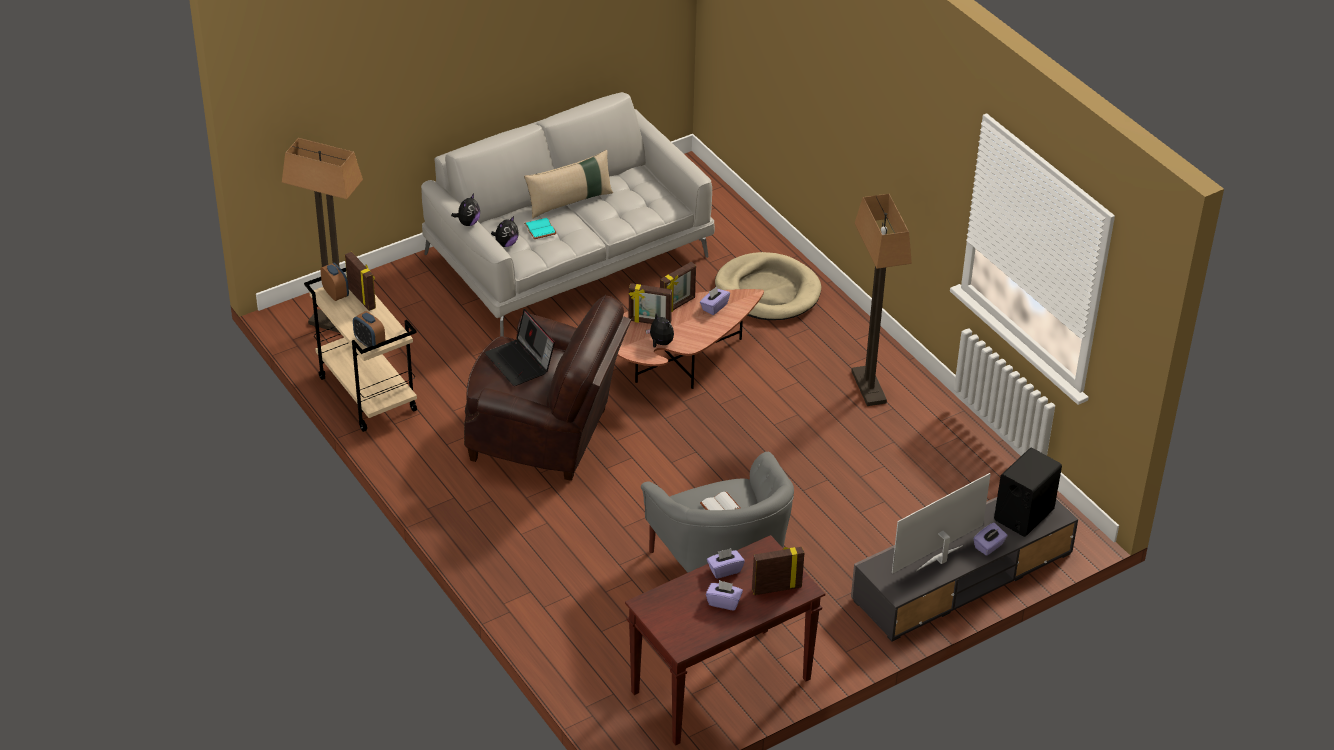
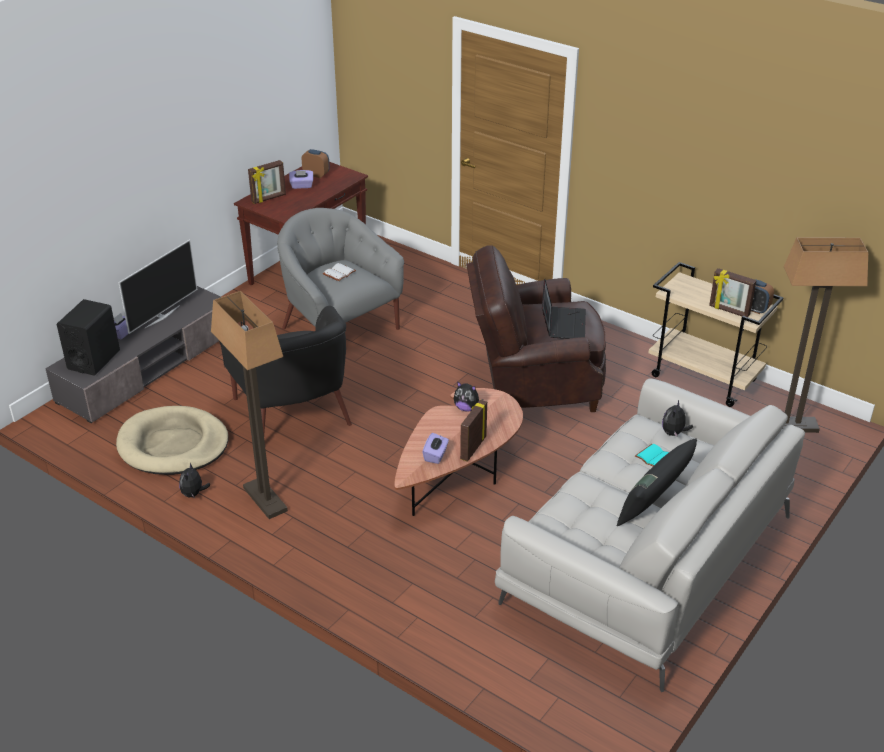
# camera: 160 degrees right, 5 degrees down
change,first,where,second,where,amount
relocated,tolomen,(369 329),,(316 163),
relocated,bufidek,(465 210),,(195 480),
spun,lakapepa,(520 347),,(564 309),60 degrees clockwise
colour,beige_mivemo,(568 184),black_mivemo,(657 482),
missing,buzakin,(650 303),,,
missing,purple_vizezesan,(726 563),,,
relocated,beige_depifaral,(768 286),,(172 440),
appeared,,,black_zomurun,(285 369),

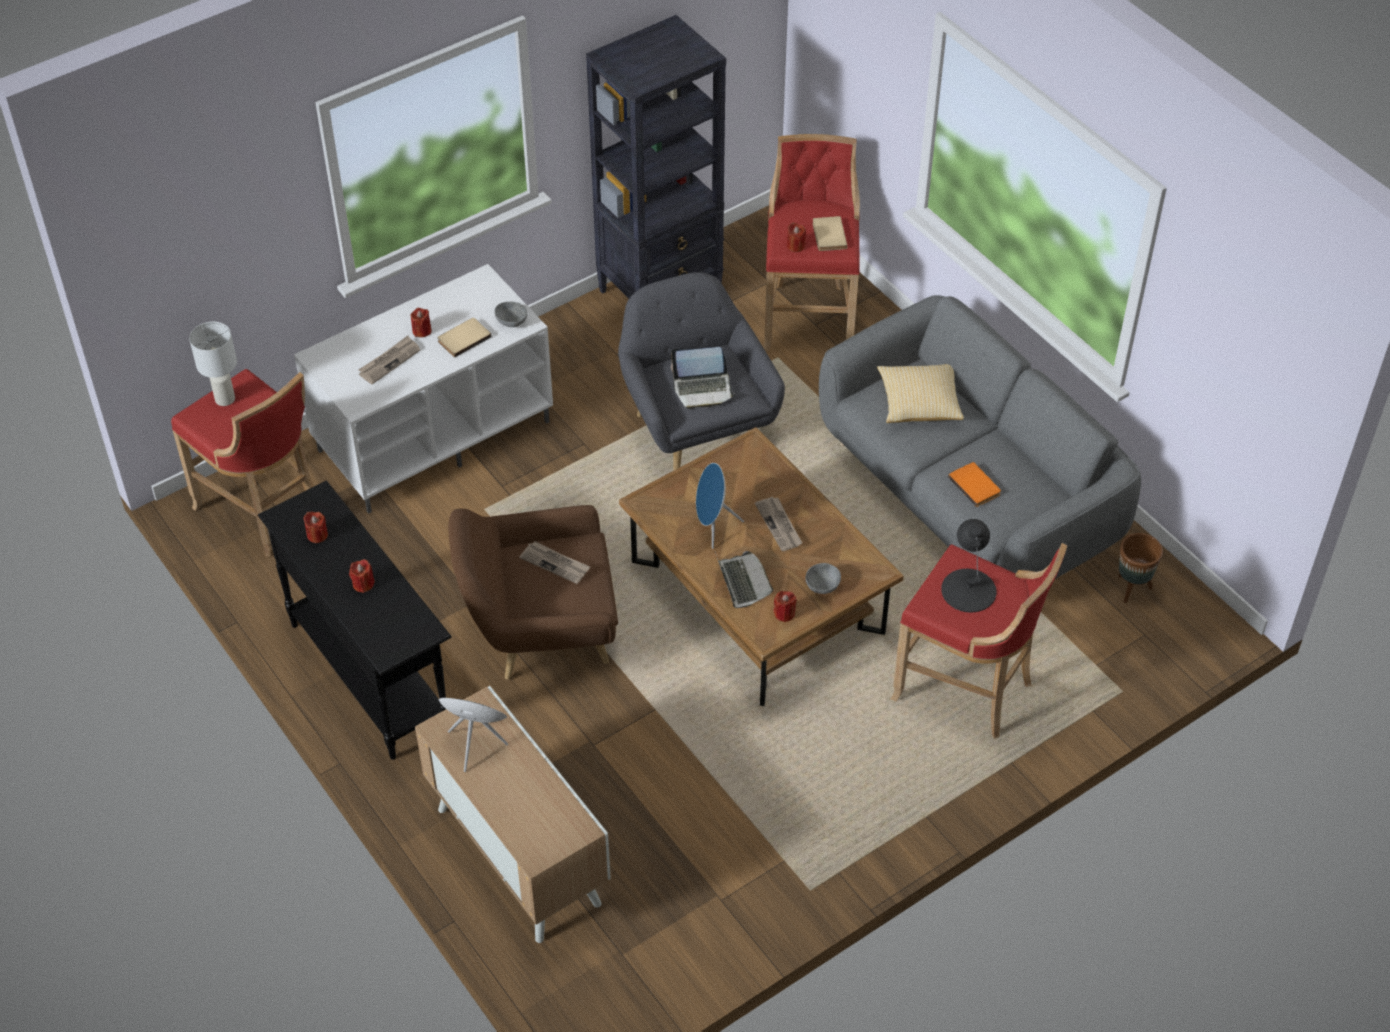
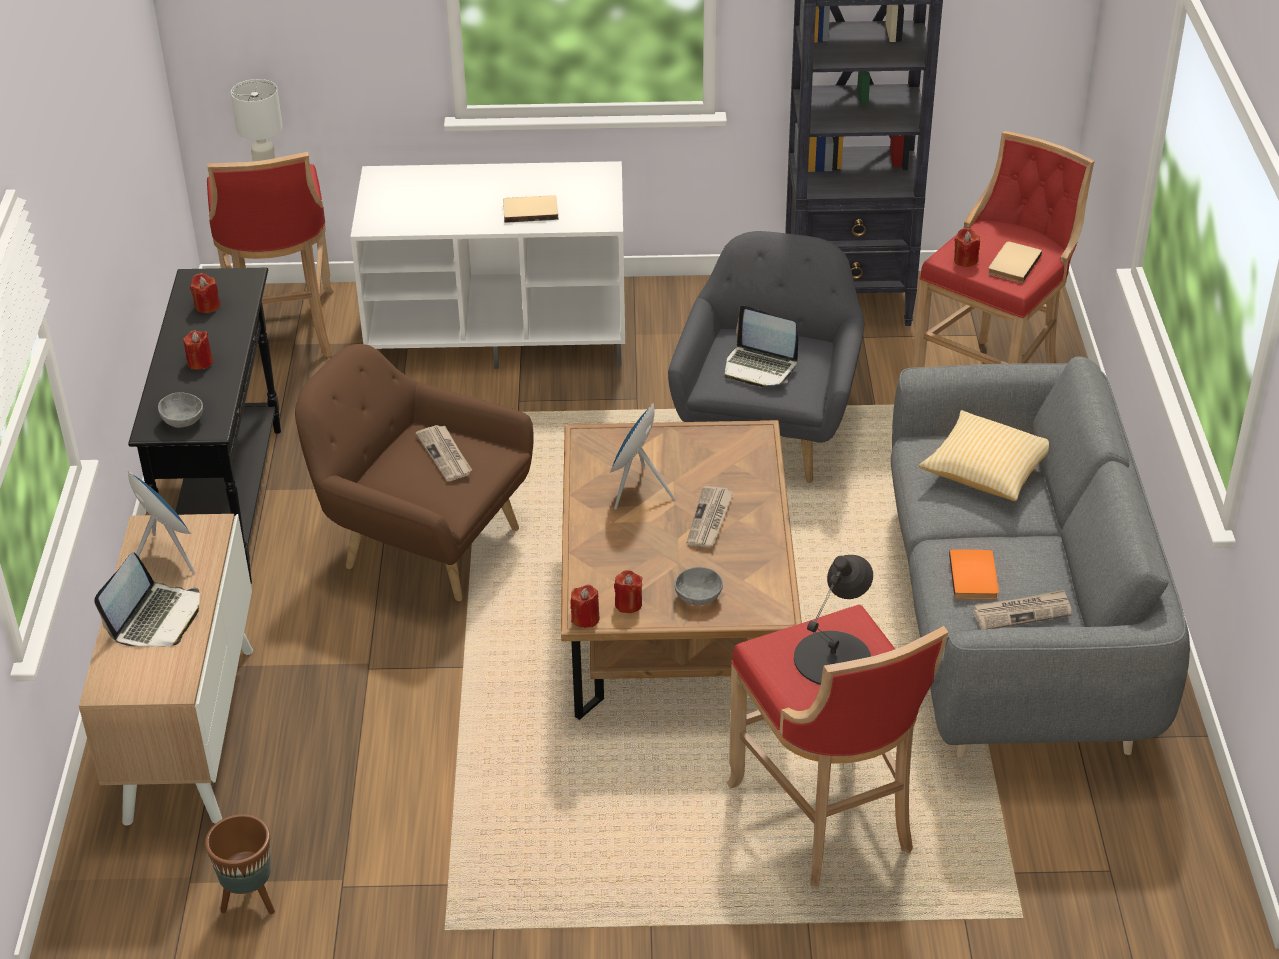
# camera: 35 degrees right, 10 degrees down
change,first,where,second,where,amount
relocated,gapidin,(389 360),,(1022 610),
relocated,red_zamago,(421 322),,(584 606),
relocated,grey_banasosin,(511 314),,(180 410),
relocated,lakapepa,(744 579),,(147 599),
relocated,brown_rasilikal,(1140 568),,(240 864),

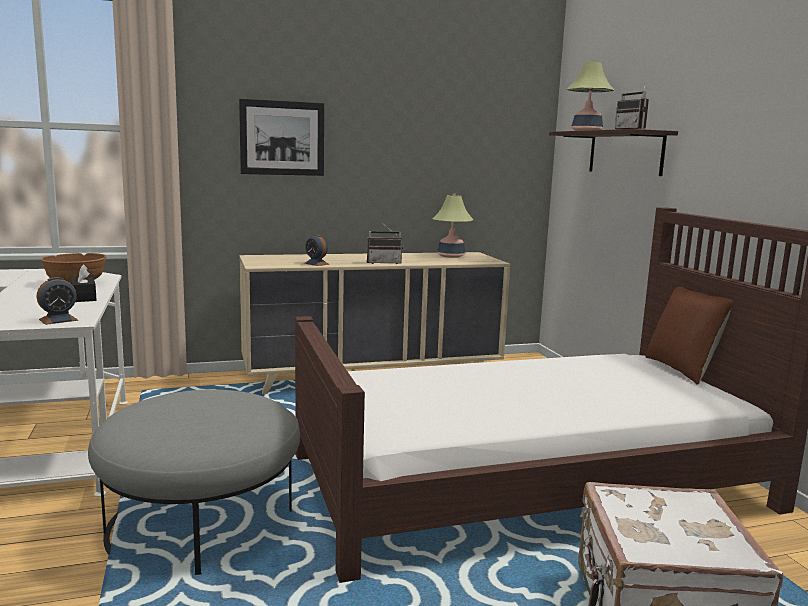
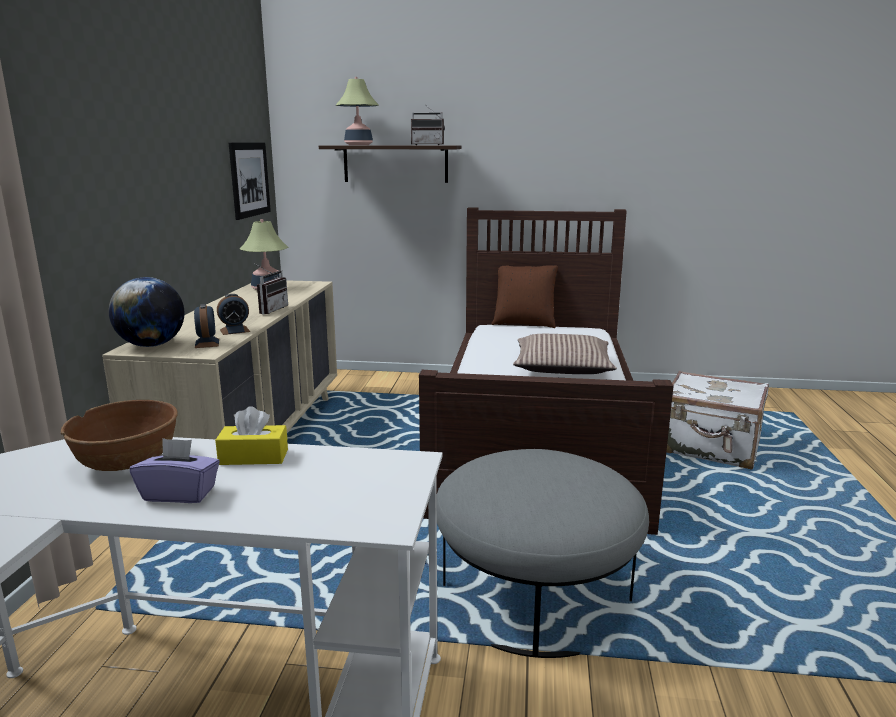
# camera: 65 degrees left, 5 degrees up
change,first,where,second,where,amount
relocated,tolomen,(58 301),,(206 326),
colour,black_vizezesan,(84 283),yellow_vizezesan,(251 435),
relocated,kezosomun,(281 137),,(250 181),
appeared,,,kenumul,(146 312),
appeared,,,purple_vizezesan,(175 470),
appeared,,,mivemo,(565 354),

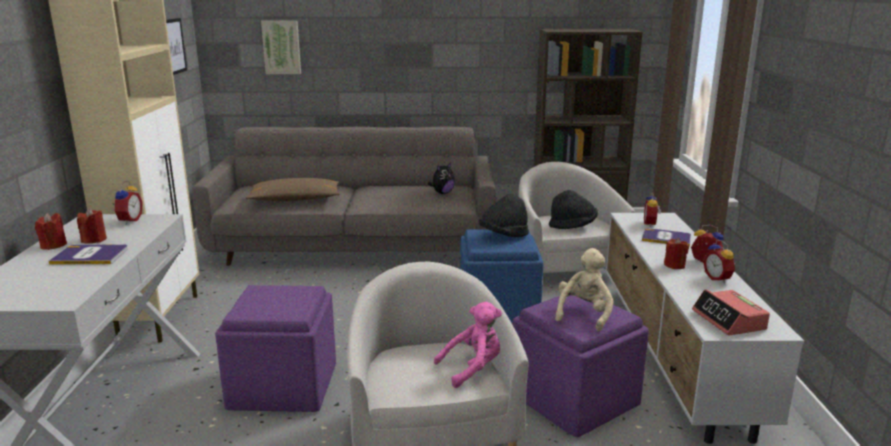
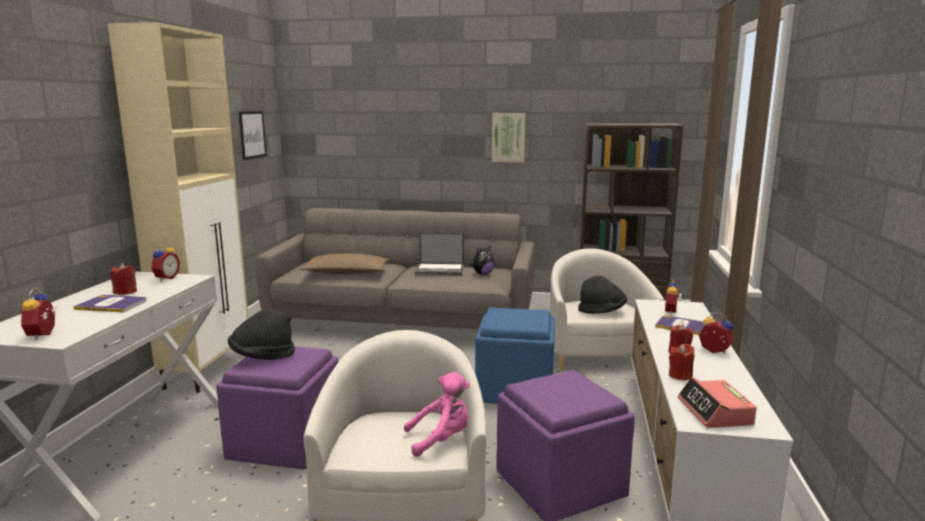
# camera: 10 degrees right, 5 degrees down
change,first,where,second,where,amount
relocated,red_zamago,(51 231),,(681 362),
relocated,kezosomun,(281 47),,(509 137),
relocated,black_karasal,(504 215),,(261 334),
missing,beige_bufidek,(584 290),,,
relocated,tolomen,(719 261),,(39 314),
appeared,,,lakapepa,(439 253),

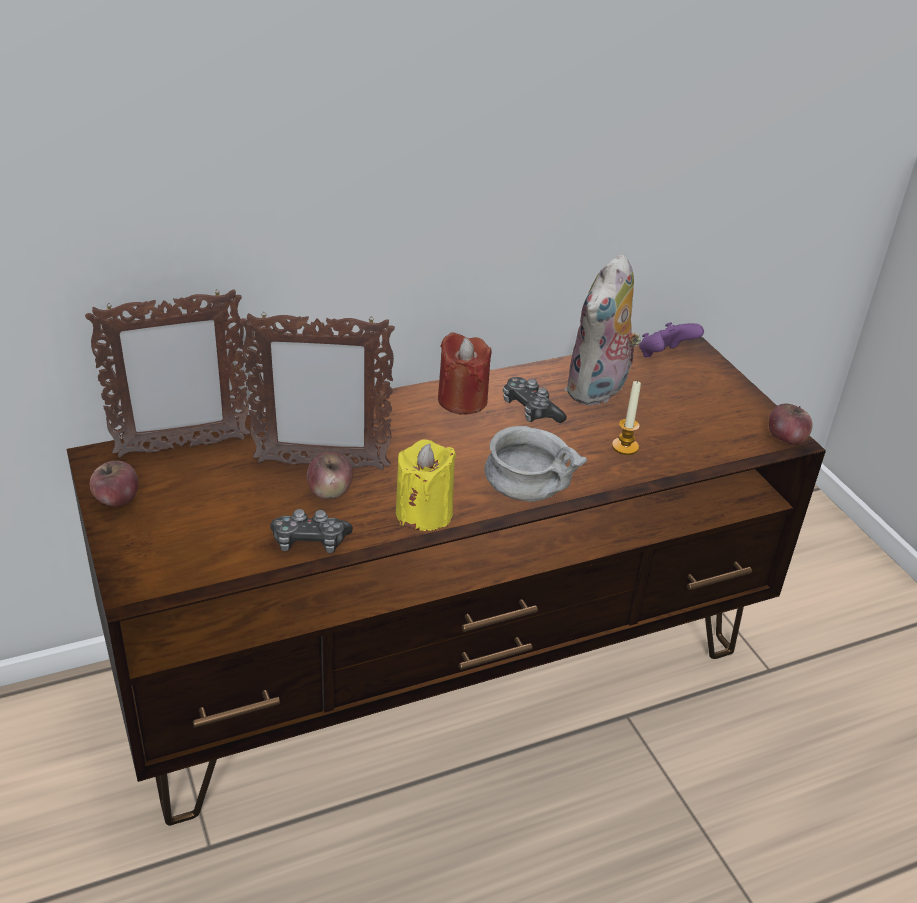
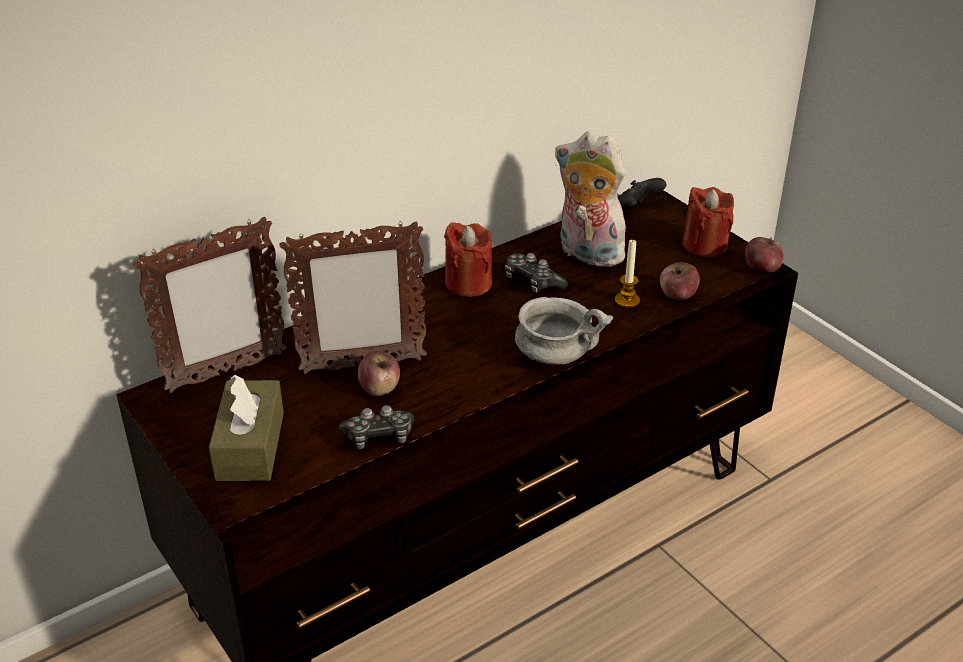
# camera: 10 degrees left, 0 degrees up
change,first,where,second,where,amount
relocated,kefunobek,(113 483),,(680 281),
missing,yellow_zamago,(426 485),,,
spun,bufidek,(604 329),,(590 199),105 degrees clockwise
colour,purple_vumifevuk,(671 339),black_vumifevuk,(641 195),
appeared,,,brown_vizezesan,(246 428),
appeared,,,red_zamago,(708 222),

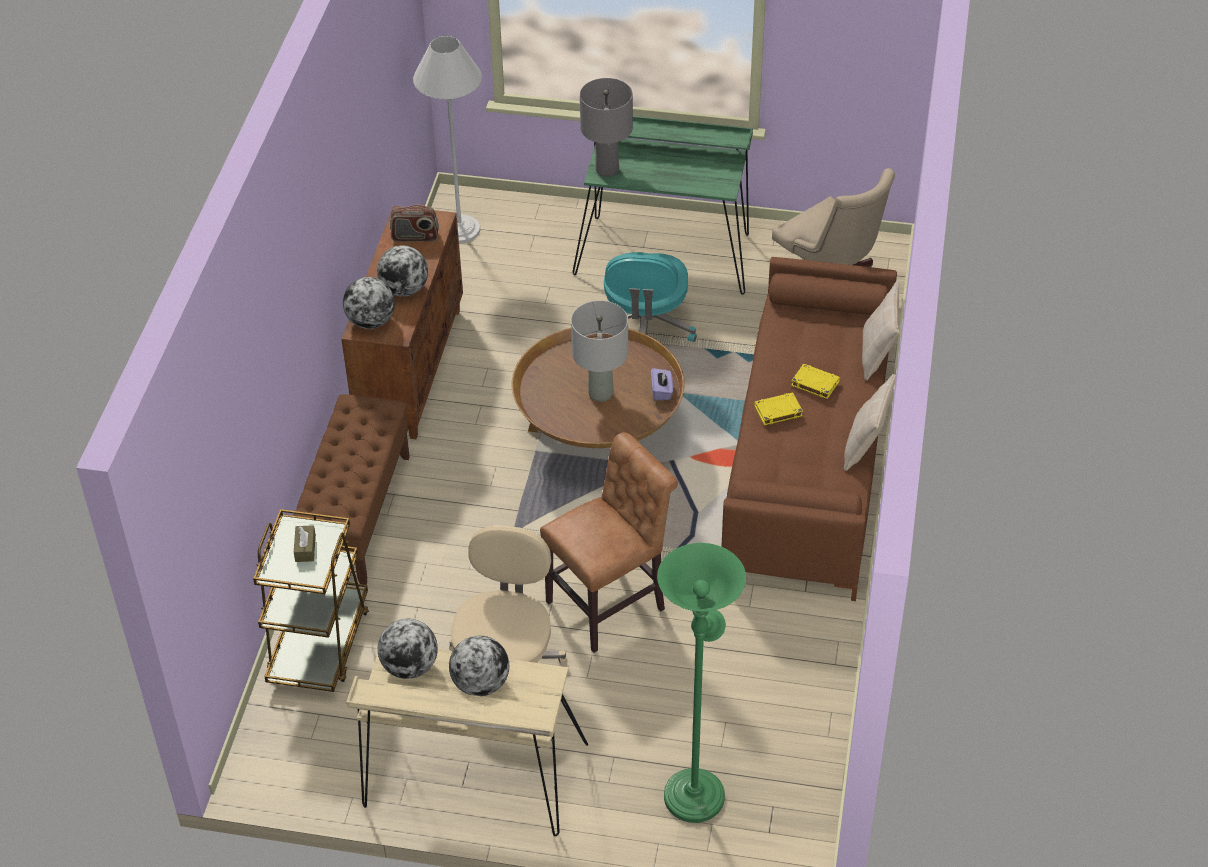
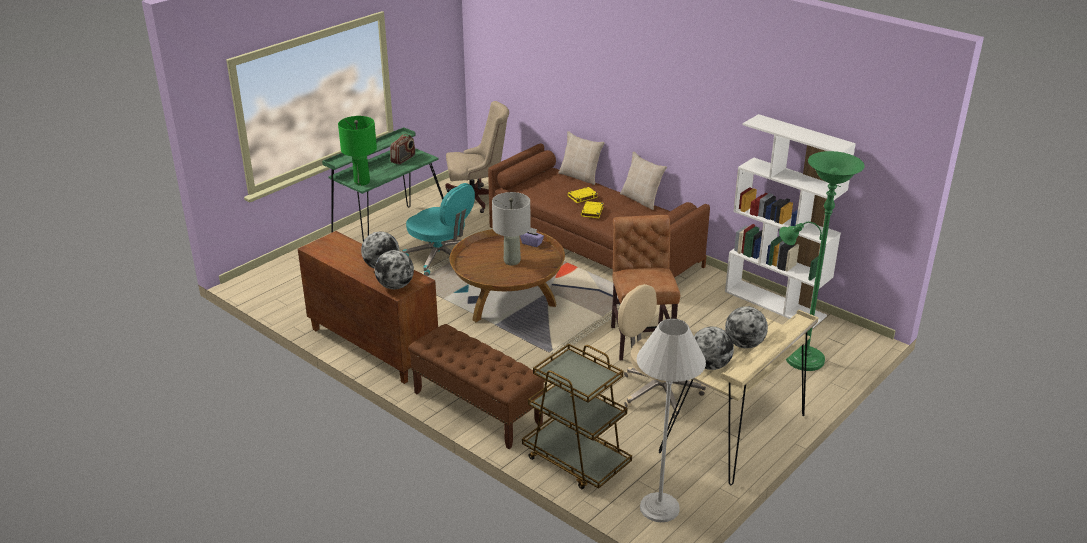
# camera: 60 degrees left, 15 degrees down
change,first,where,second,where,amount
missing,brown_vizezesan,(305 543),,,
relocated,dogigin,(414 223),,(402 149),
relocated,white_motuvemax,(447 139),,(671 420),
colour,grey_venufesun,(606 127),green_venufesun,(357 151),
appeared,,,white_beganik,(790 221),

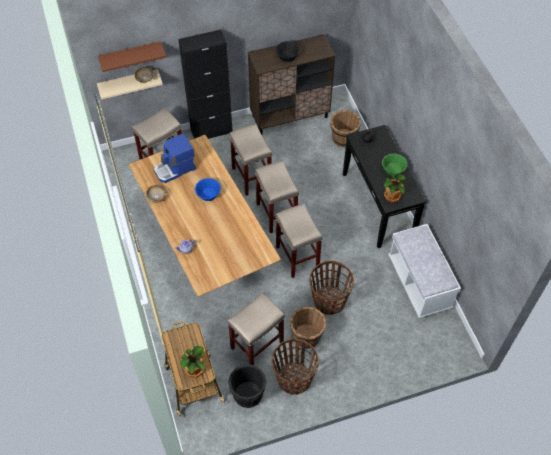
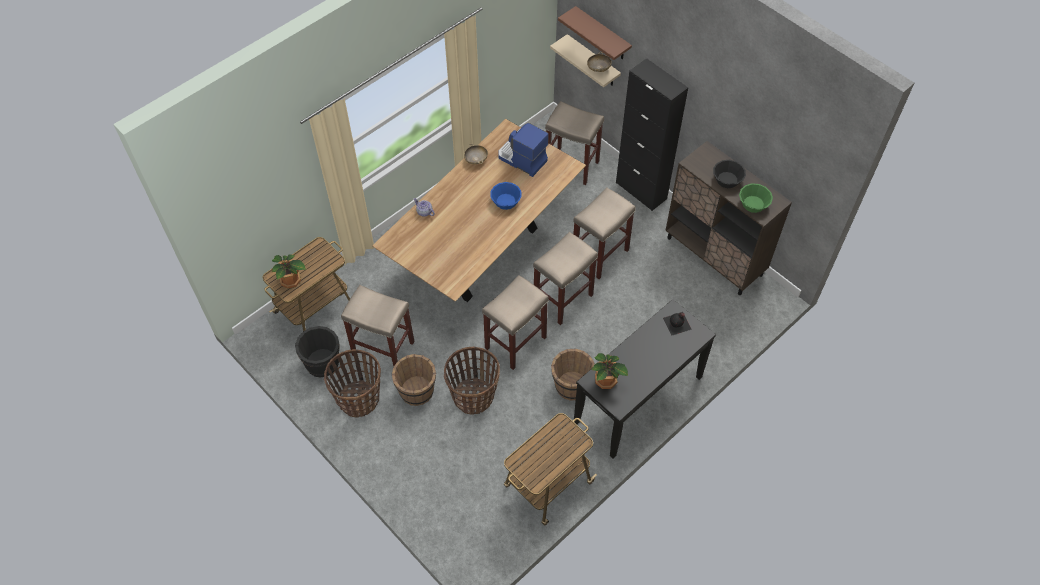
# camera: 65 degrees right, 0 degrees up
change,first,where,second,where,amount
relocated,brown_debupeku,(345 128),,(573 375),
relocated,green_banasosin,(394 164),,(756 198),
exchanged,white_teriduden,(424 271),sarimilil,(550 469),

